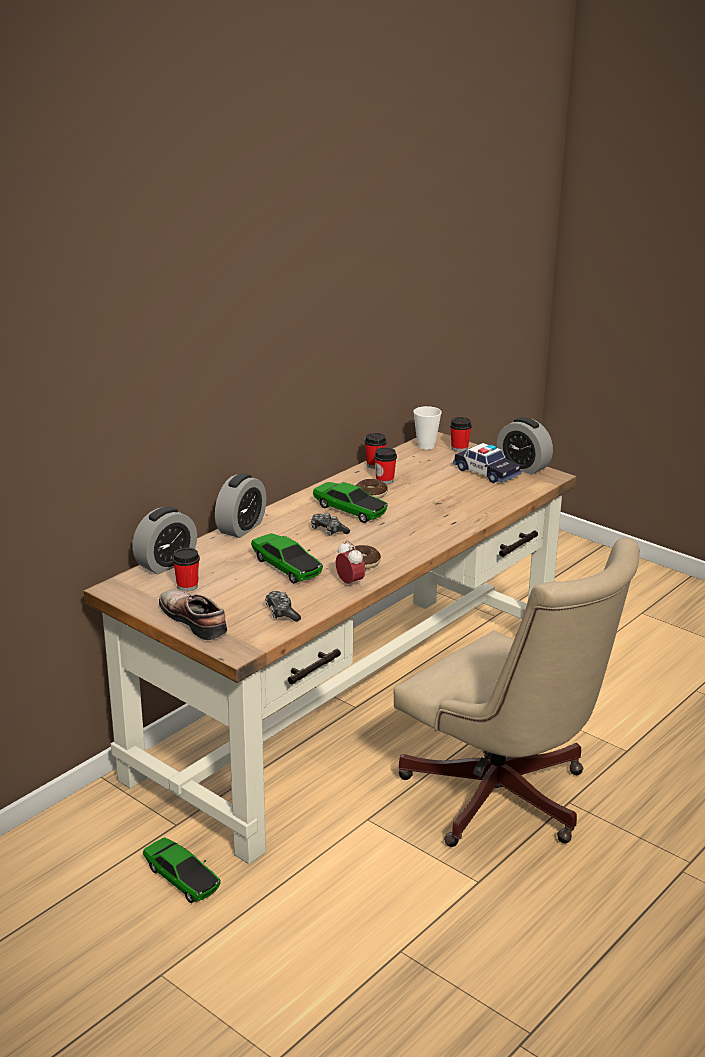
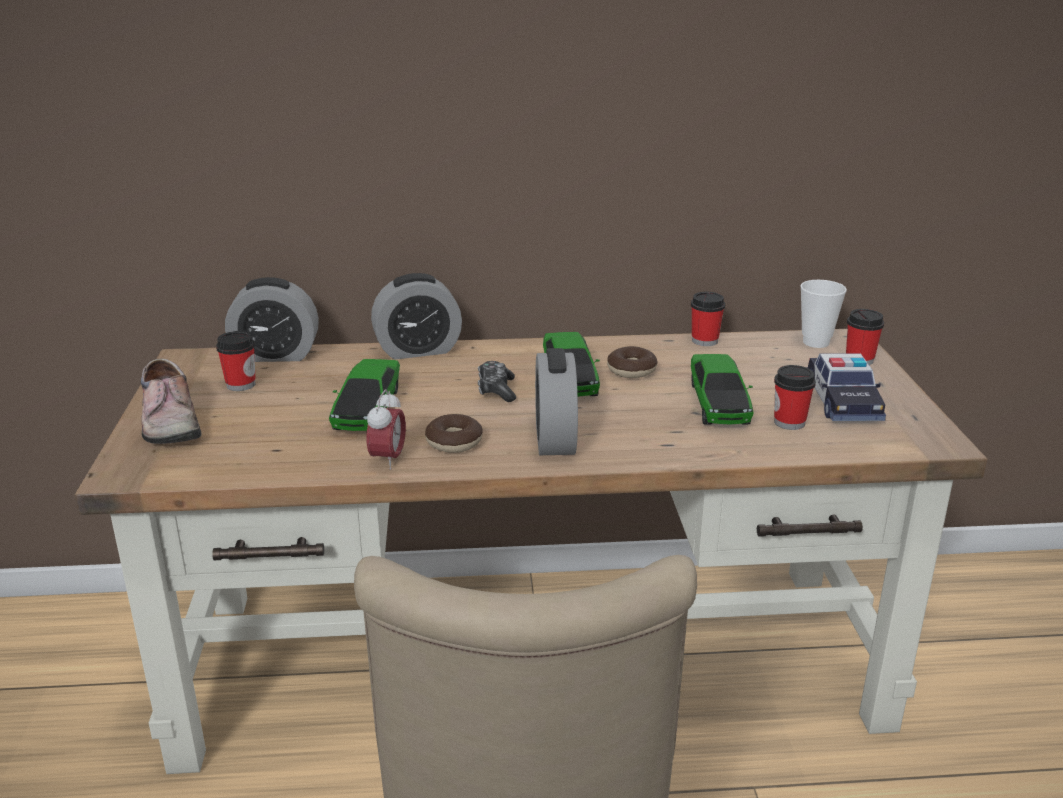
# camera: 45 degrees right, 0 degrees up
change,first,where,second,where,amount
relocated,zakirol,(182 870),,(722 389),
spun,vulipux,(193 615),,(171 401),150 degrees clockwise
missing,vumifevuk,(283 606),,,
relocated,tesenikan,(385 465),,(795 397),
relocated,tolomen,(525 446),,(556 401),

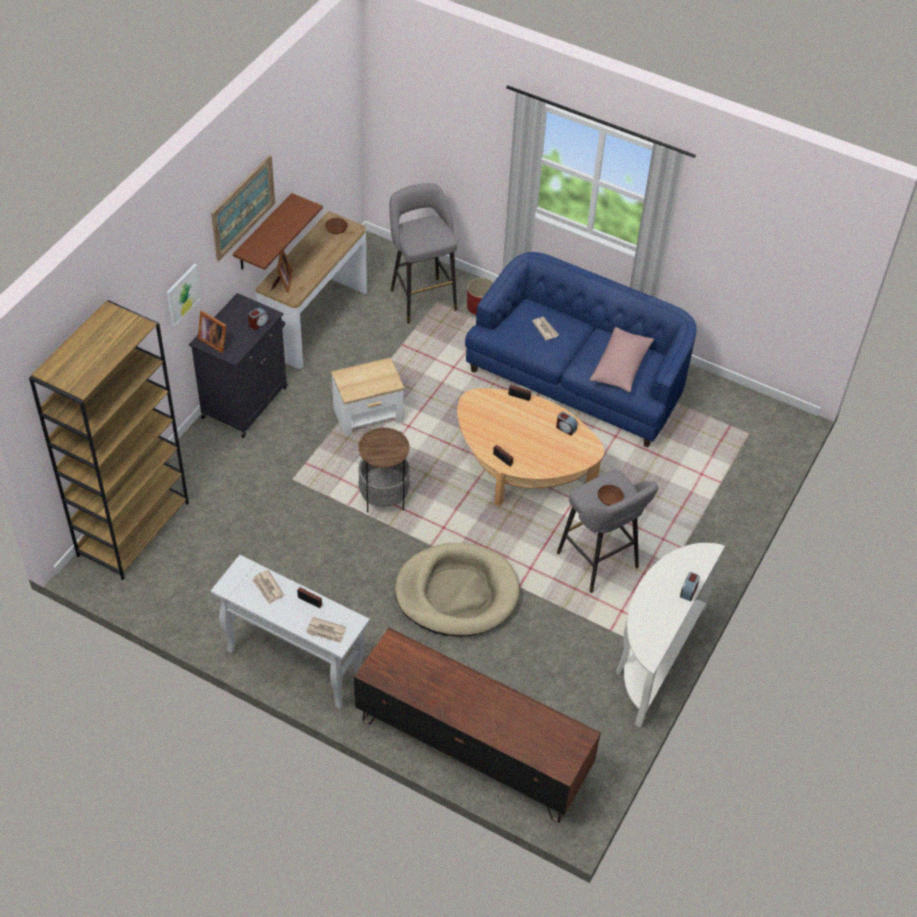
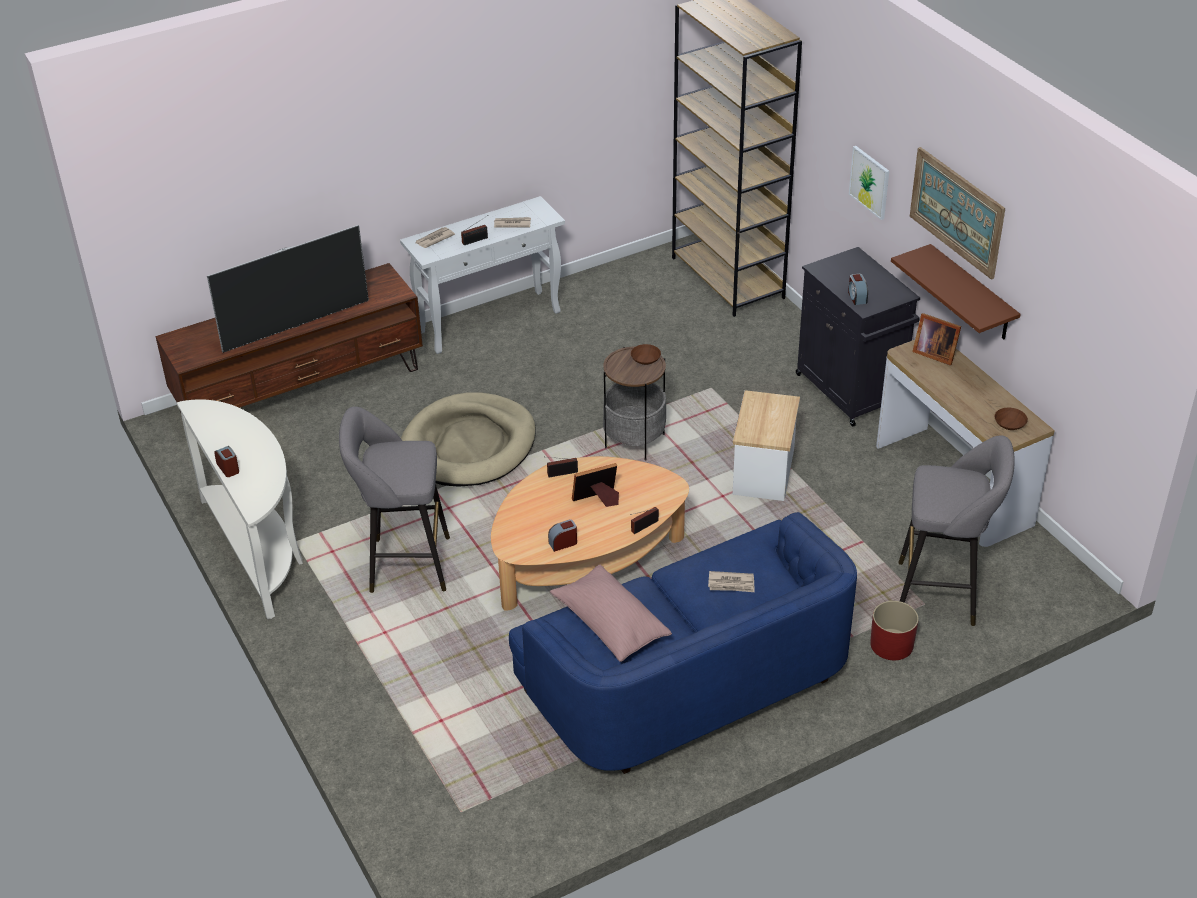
# camera: 125 degrees right, 10 degrees down
change,first,where,second,where,amount
relocated,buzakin,(212 332),,(595 485),
relocated,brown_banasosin,(611 495),,(646 354),
appeared,,,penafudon,(288 289),

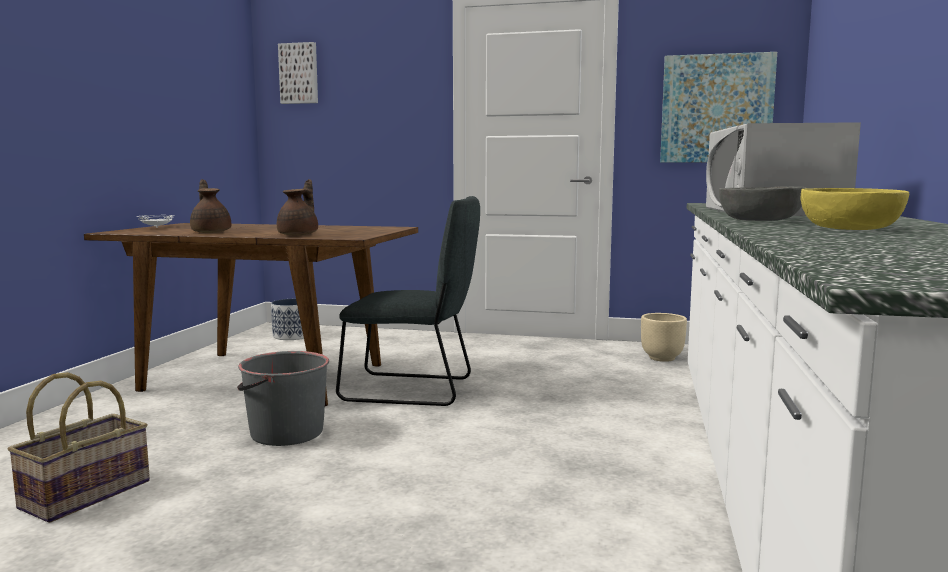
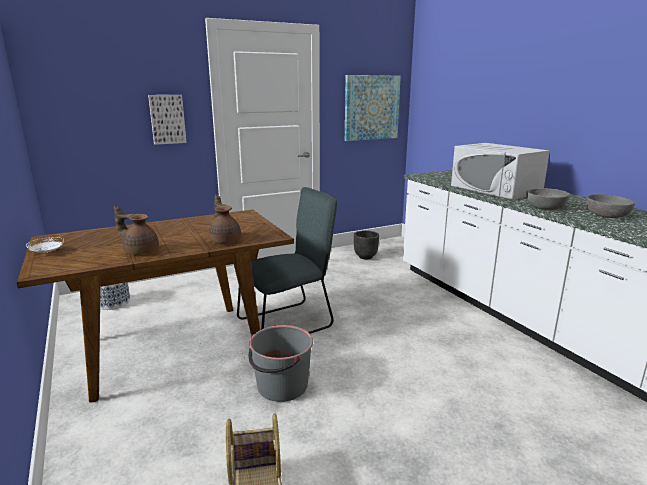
# camera: 40 degrees left, 10 degrees up
change,first,where,second,where,amount
relocated,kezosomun,(298 73),,(167 120),
colour,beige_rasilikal,(664 337),black_rasilikal,(366 244),
colour,yellow_banasosin,(855 209),grey_banasosin,(610 206),

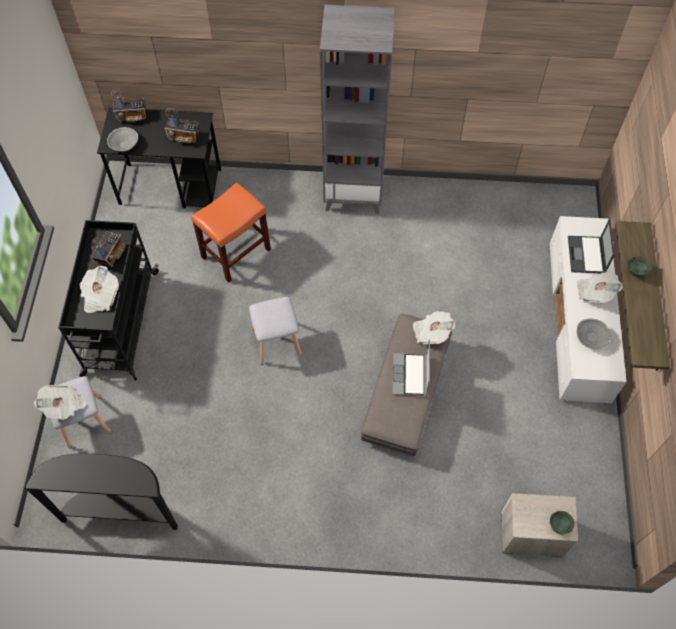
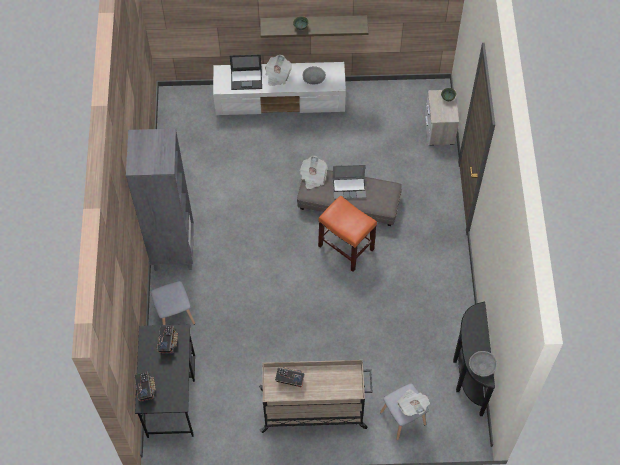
# camera: 95 degrees left, 0 degrees up
change,first,where,second,where,amount
colour,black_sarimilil,(108 300),beige_sarimilil,(315 396),
missing,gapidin,(99 289),,,
relocated,grey_banasosin,(122 139),,(483 363),
relocated,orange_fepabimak,(231 232),,(347 233),
relocated,grey_fepabimak,(275 331),,(173 303),

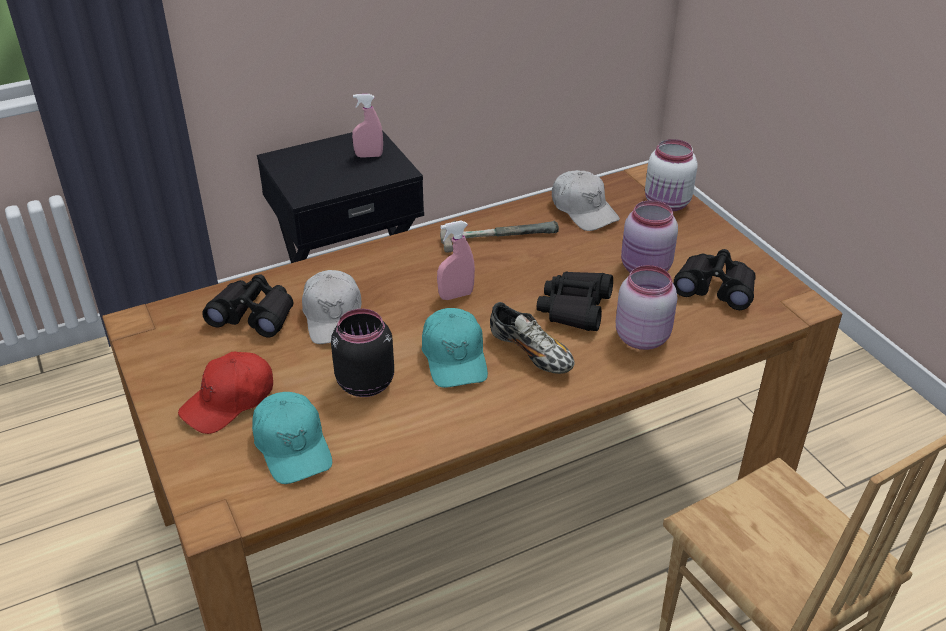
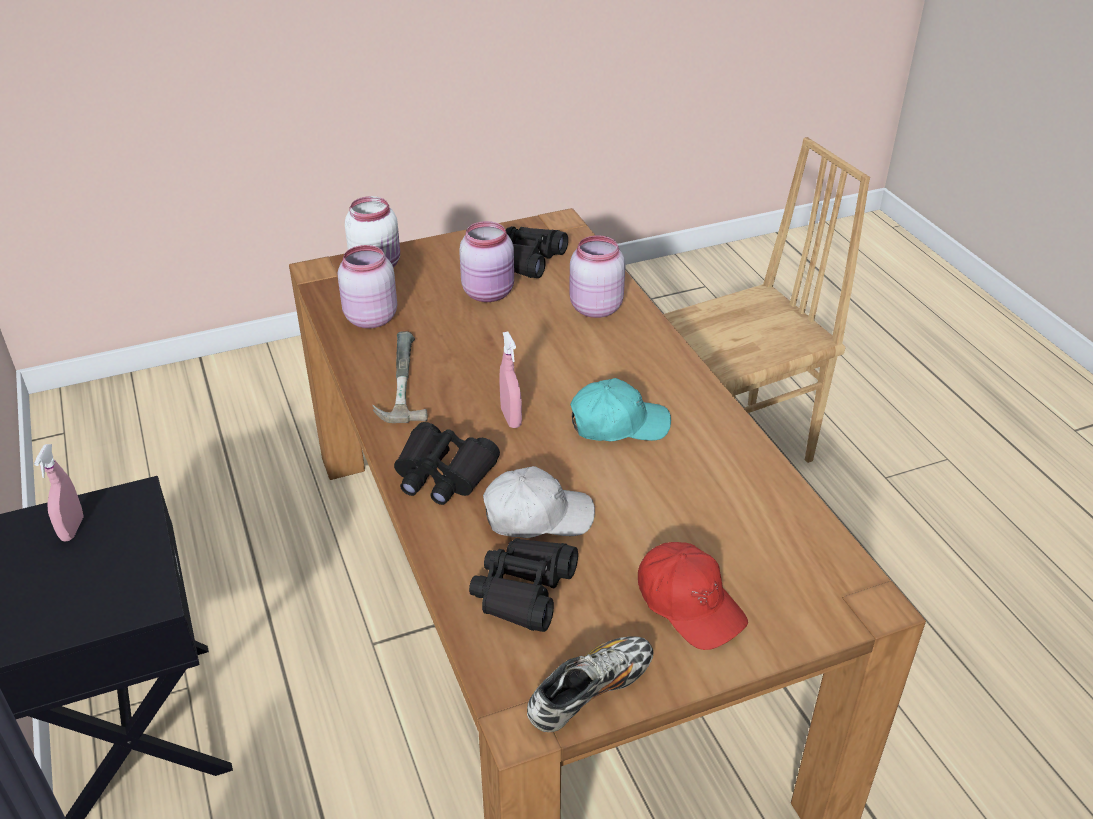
# camera: 85 degrees left, 0 degrees up
change,first,where,second,where,amount
missing,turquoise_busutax,(292 438),,,
missing,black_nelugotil,(362 353),,,
relocated,vulipux,(532 338),,(590 684),
relocated,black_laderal,(575 301),,(447 463),
exchanged,white_busutax,(586 200),pink_nelugotil,(367 286),

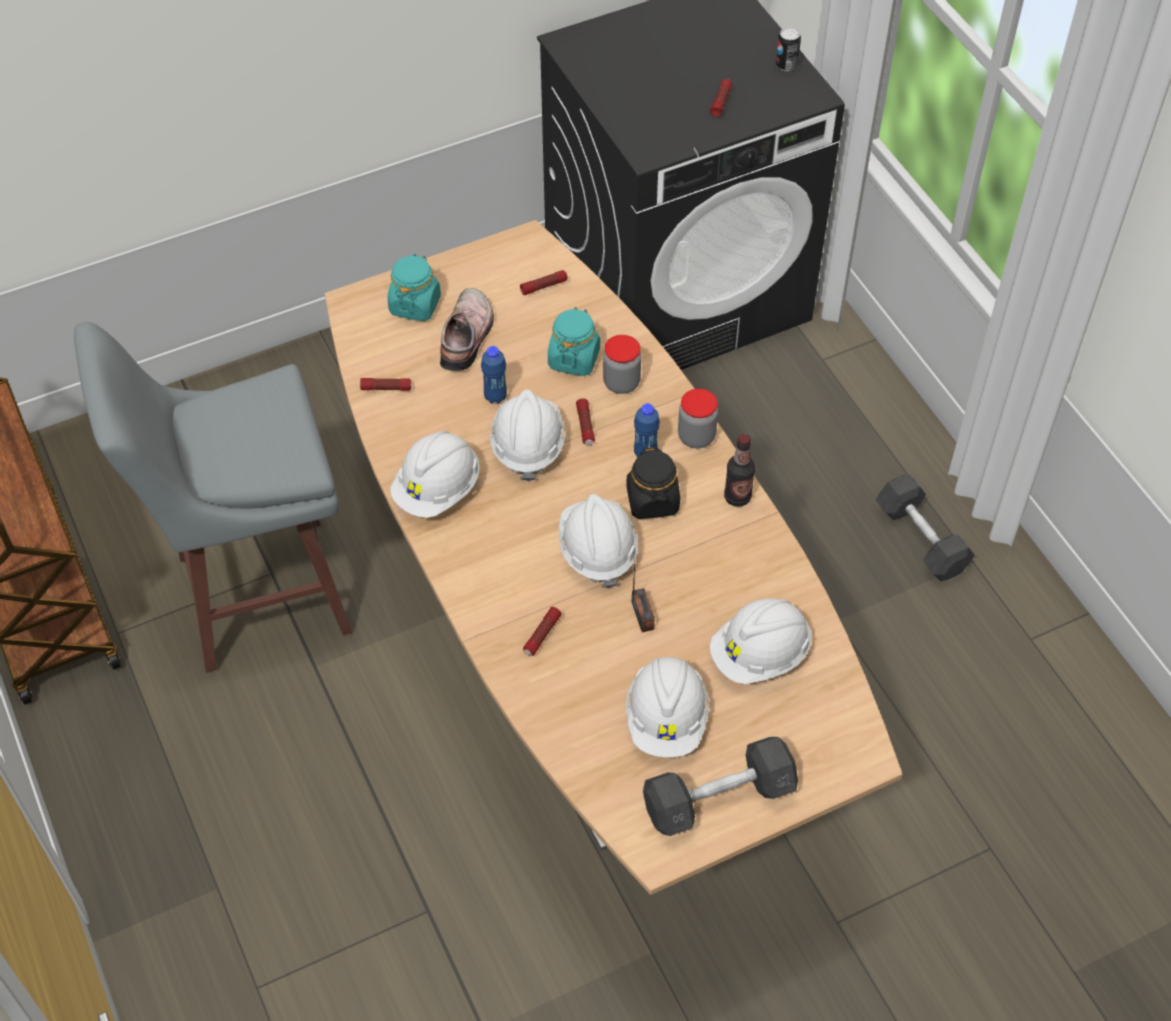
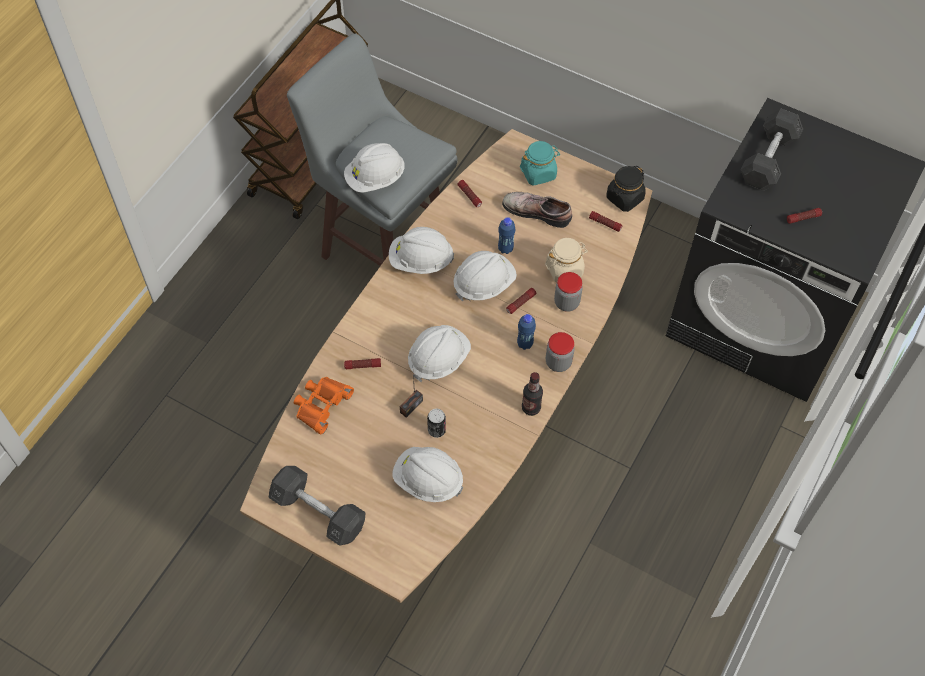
# camera: 55 degrees right, 5 degrees up
change,first,where,second,where,amount
spun,vulipux,(467 329),,(537 210),135 degrees counterclockwise
colour,turquoise_nelugotil,(574 341),beige_nelugotil,(566 260),
relocated,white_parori,(667 707),,(374 168),
relocated,black_nelugotil,(653 483),,(626 189),
relocated,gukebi,(788 49),,(436 423),
relocated,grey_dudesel,(925 527),,(771 149),
appeared,,,orange_laderal,(324 405),

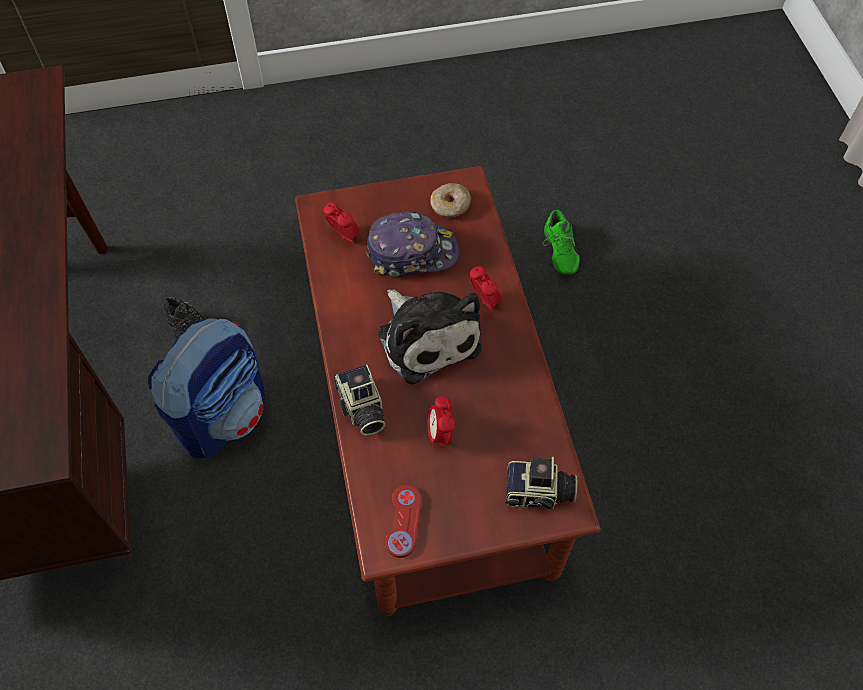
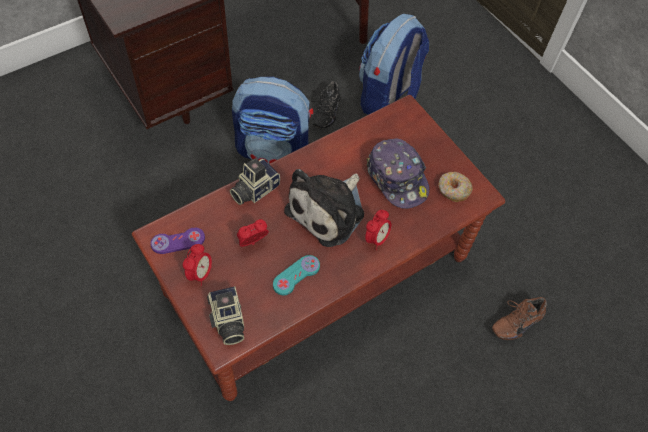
# camera: 65 degrees right, 0 degrees up
change,first,where,second,where,amount
relocated,tolomen,(342 222),,(197 265),
colour,red_vumifevuk,(403 521),purple_vumifevuk,(177 240),
colour,green_vulipux,(561 242),brown_vulipux,(519 318),
appeared,,,turquoise_vumifevuk,(296 275),
appeared,,,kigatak,(394 64),

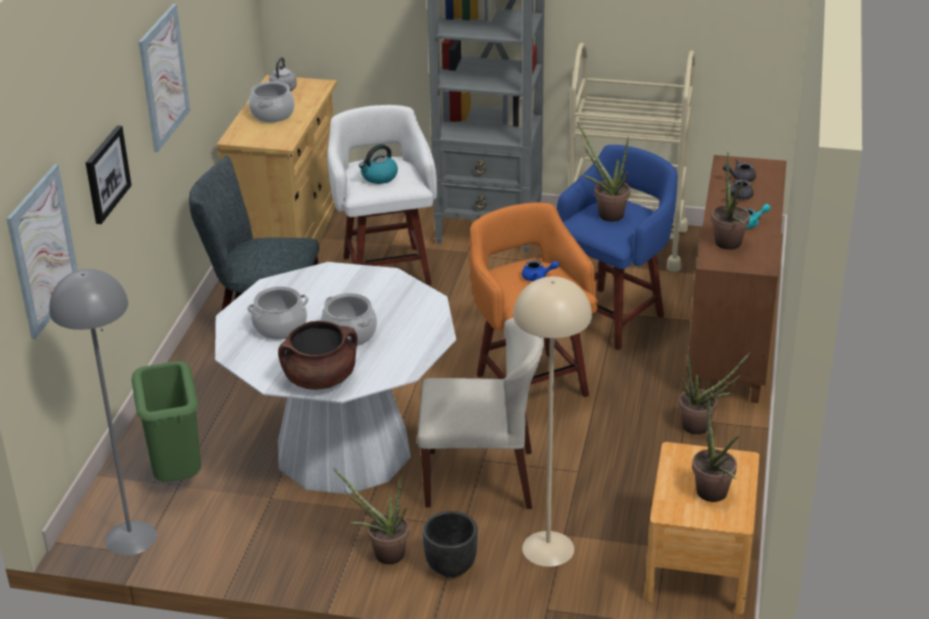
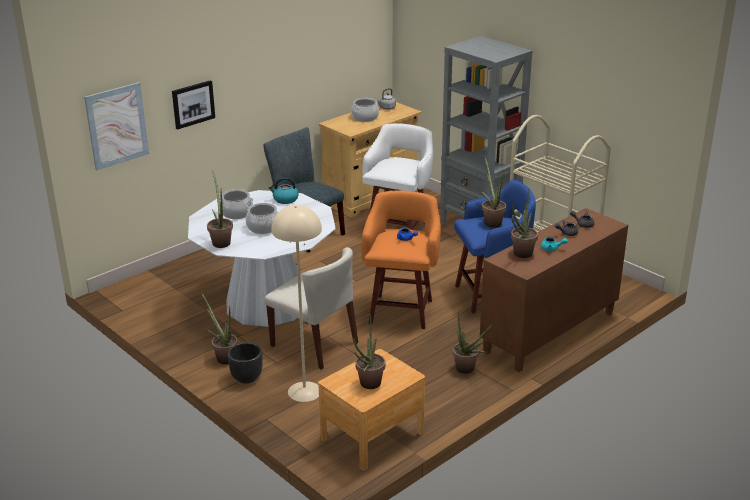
# camera: 35 degrees right, 5 degrees down
change,first,where,second,where,amount
missing,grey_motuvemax,(103 412),,,
missing,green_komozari,(166 421),,,
missing,kezosomun,(164 78),,,
exchanged,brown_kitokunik,(318 355),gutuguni,(220 210),
relocated,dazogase,(378 164),,(283 190),

